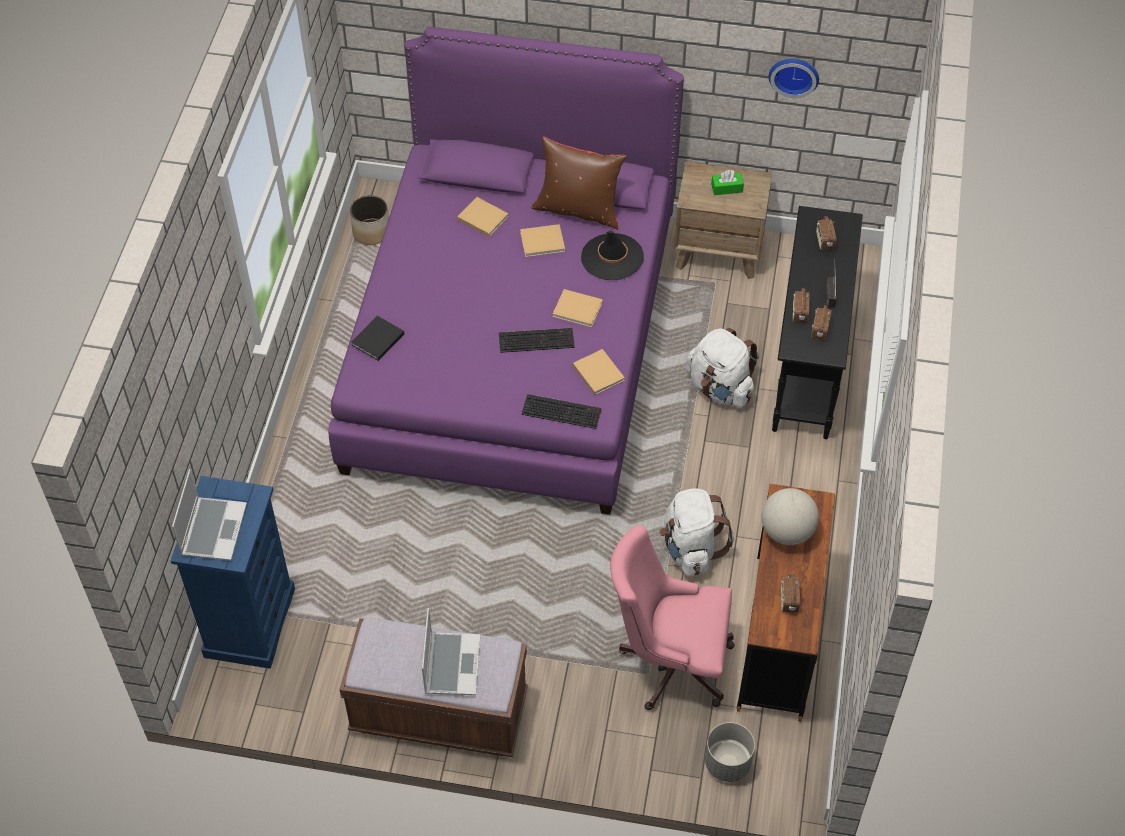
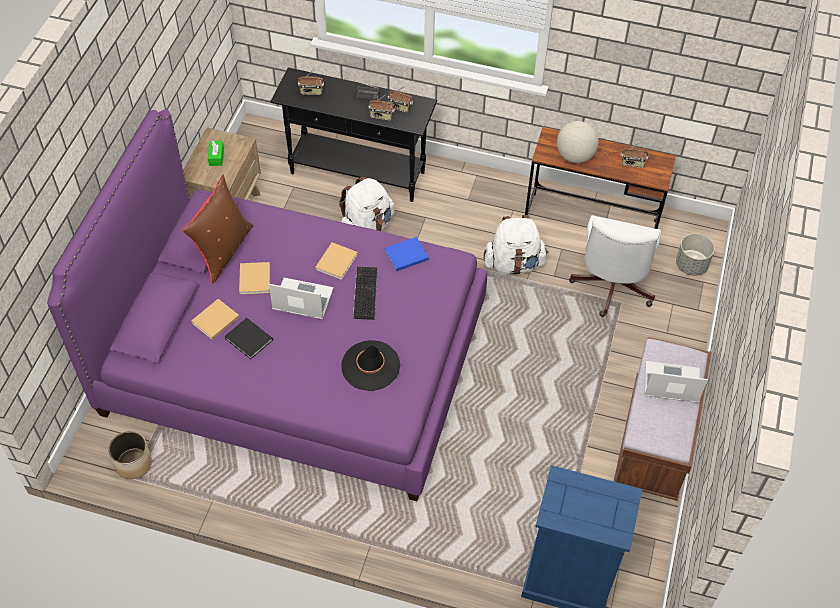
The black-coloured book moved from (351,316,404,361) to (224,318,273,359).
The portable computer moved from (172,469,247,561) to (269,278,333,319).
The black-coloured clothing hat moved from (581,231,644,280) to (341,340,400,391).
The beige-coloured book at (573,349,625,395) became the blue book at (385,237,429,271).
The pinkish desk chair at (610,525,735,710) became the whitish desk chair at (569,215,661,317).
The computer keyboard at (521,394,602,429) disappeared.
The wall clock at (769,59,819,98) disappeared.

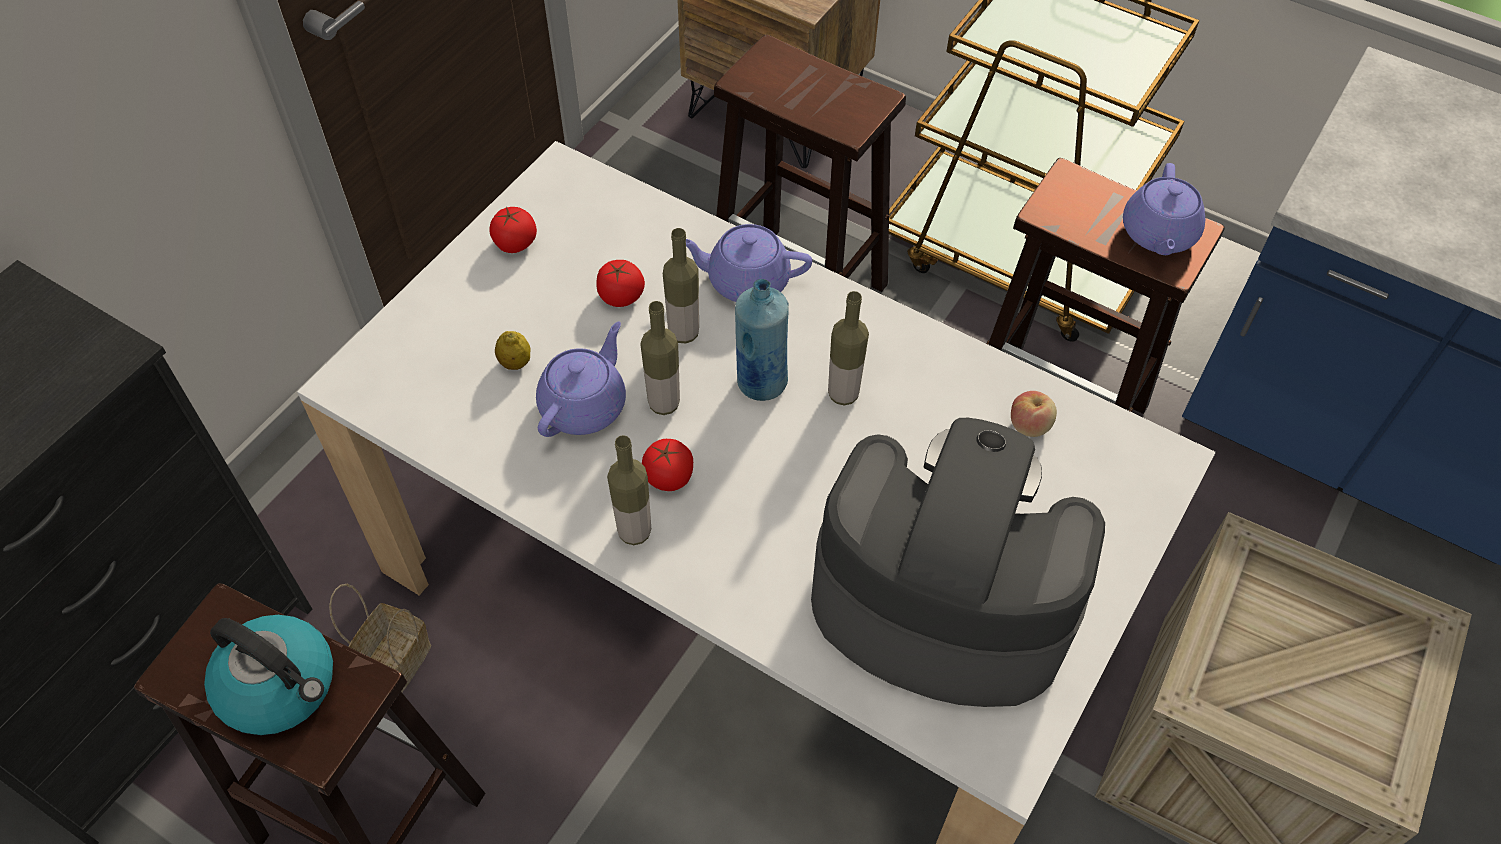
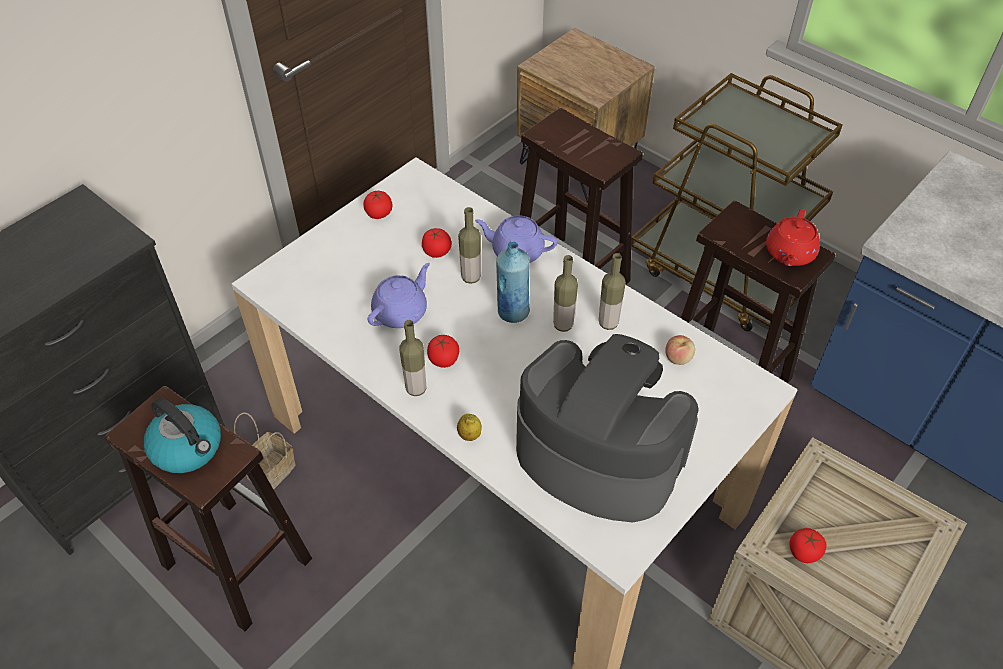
The whole lemon moved from (495,331,531,370) to (457,414,482,441).
The bottle moved from (640,301,680,415) to (599,253,626,330).
The purple-coloured pot for tea at (1123,163,1205,255) became the red-coloured pot for tea at (766,209,820,266).
The tomato at (789,528,826,563) appeared.

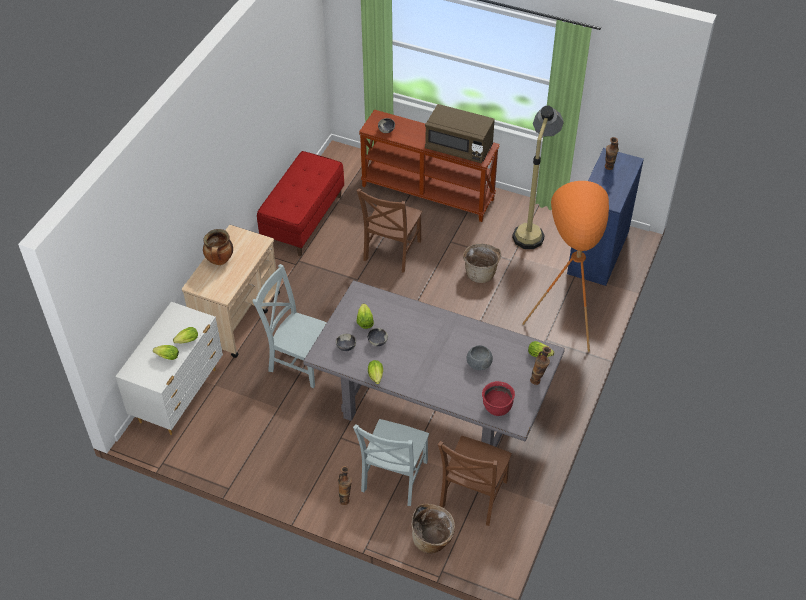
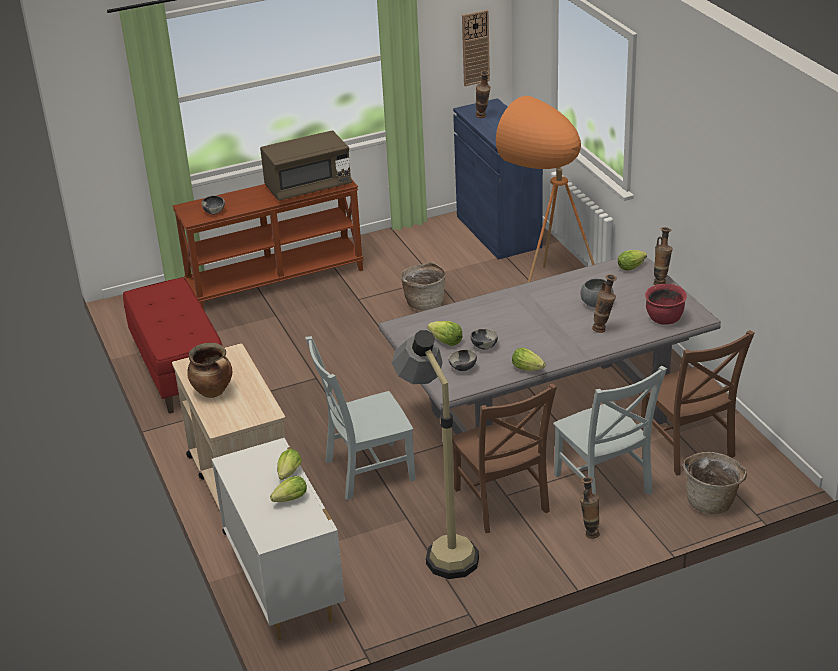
The standing lamp moved from (512,105,564,249) to (392,330,479,579).
The brown upright chair moved from (357,188,422,273) to (452,384,557,533).
The wall clock at (462,10,490,86) appeared.
The decorative vase at (592,274,617,333) appeared.

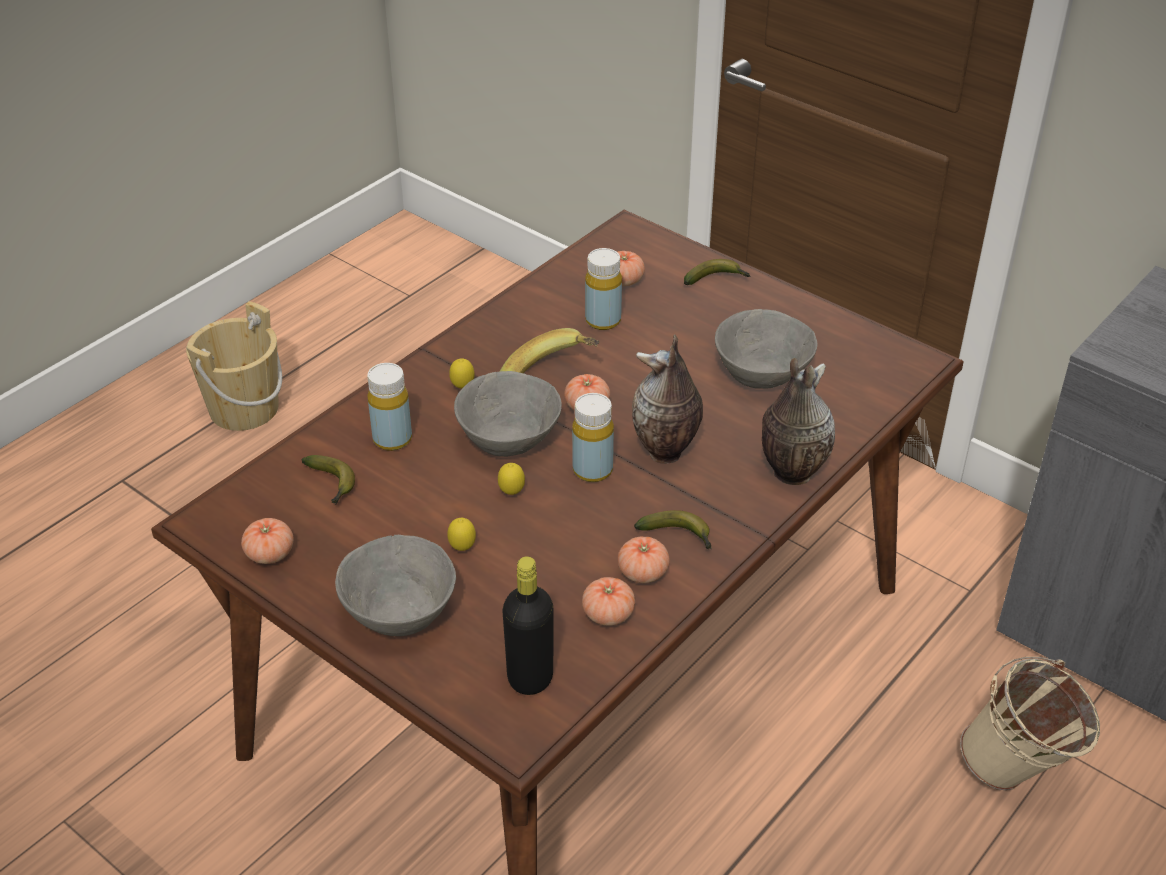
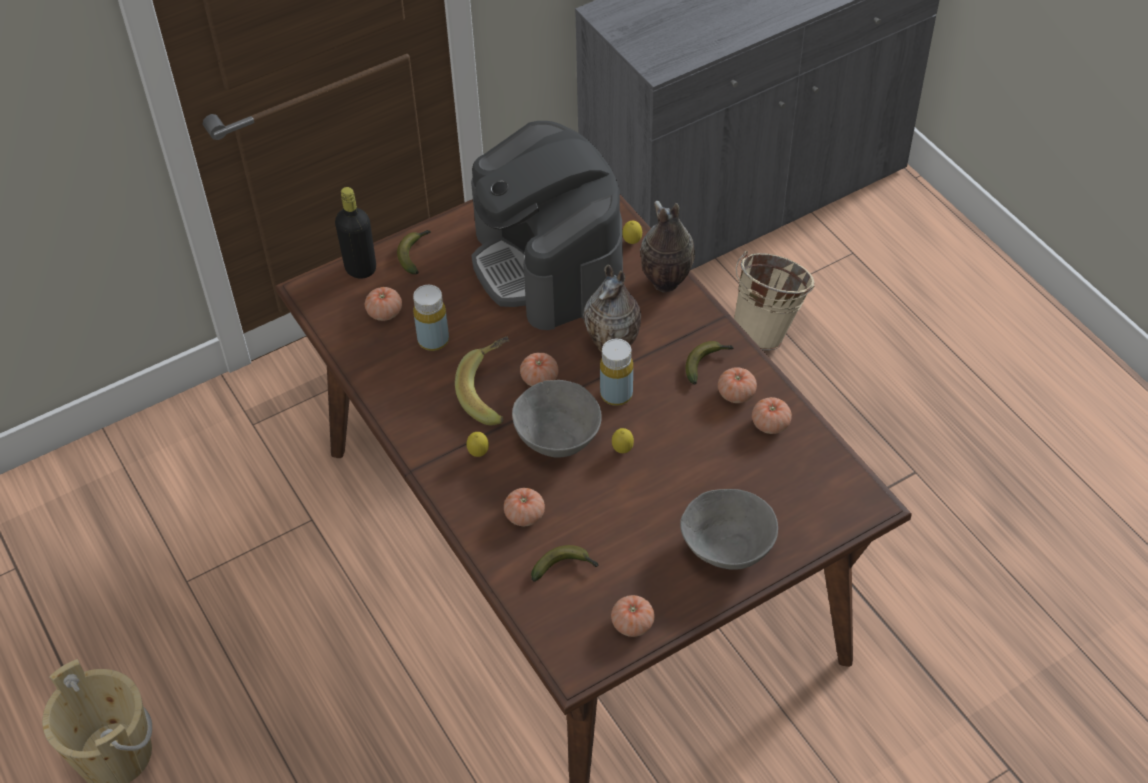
The black-coloured bottle moved from (503,556,553,695) to (335,187,376,279).
The grey serving bowl at (715,309,817,389) was replaced by the coffee brewer at (471,121,623,330).
The yellow-coloured bottle at (367,363,412,451) was replaced by the tomato at (504,488,545,526).
The whole lemon moved from (447,518,476,551) to (622,221,642,244).

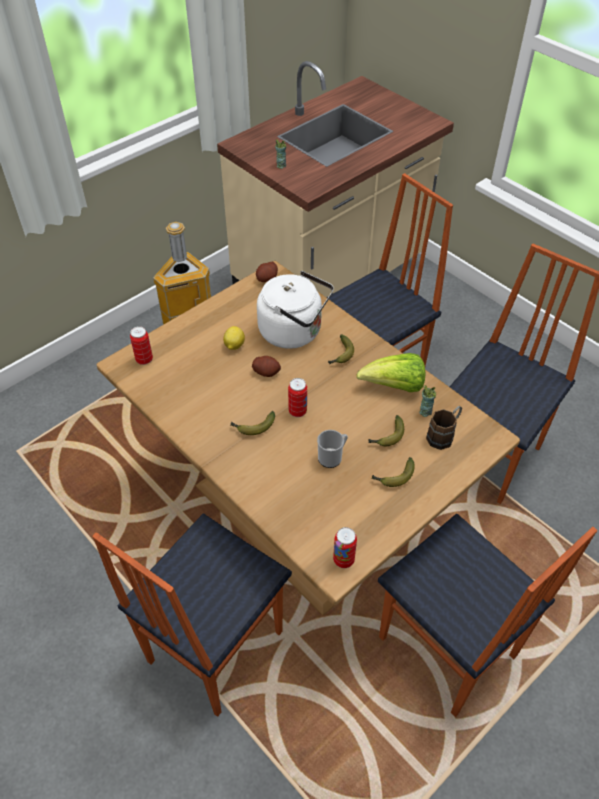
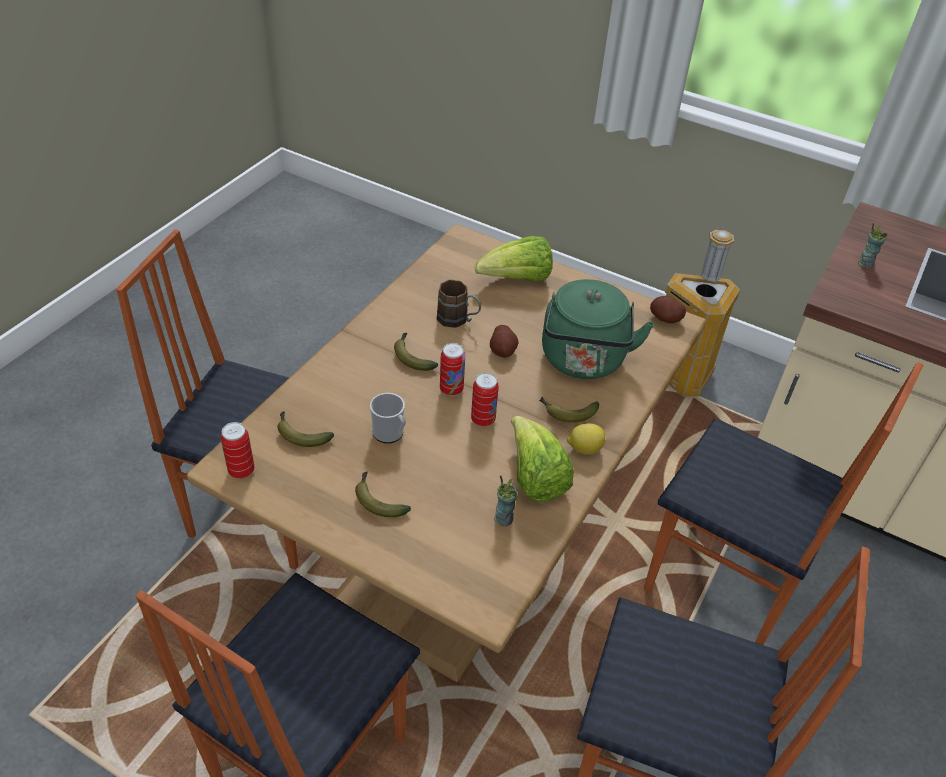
The banana fruit moved from (368,415,404,446) to (277,411,334,447).
The brown coffee mug moved from (426,406,462,450) to (437,280,481,328).
The metal can moved from (130,326,153,365) to (471,373,499,427).
The lettuce at (475,236,553,282) appeared.
The whitish water kettle at (257,271,334,349) became the green water kettle at (542,279,654,379).
The whole lemon moved from (223,326,245,350) to (567,423,605,455).

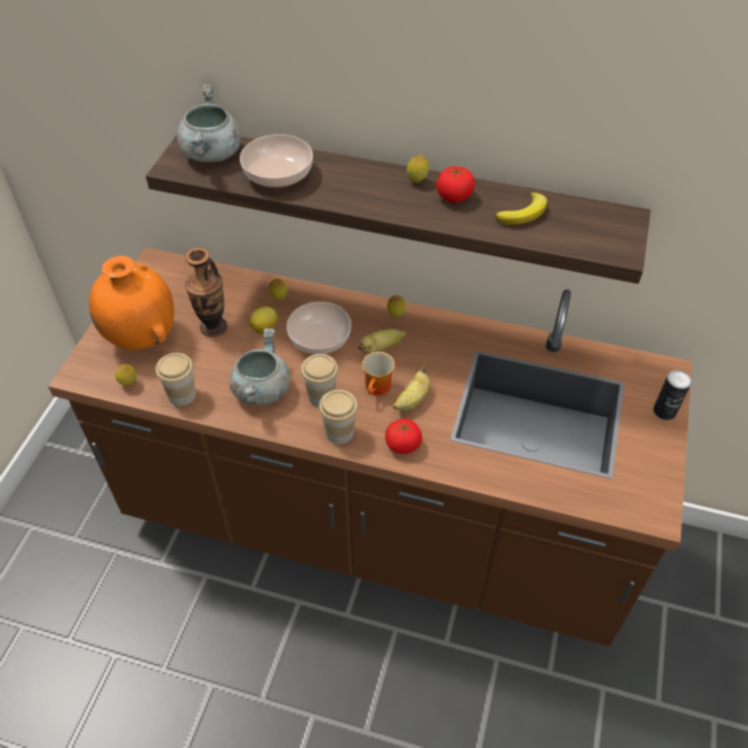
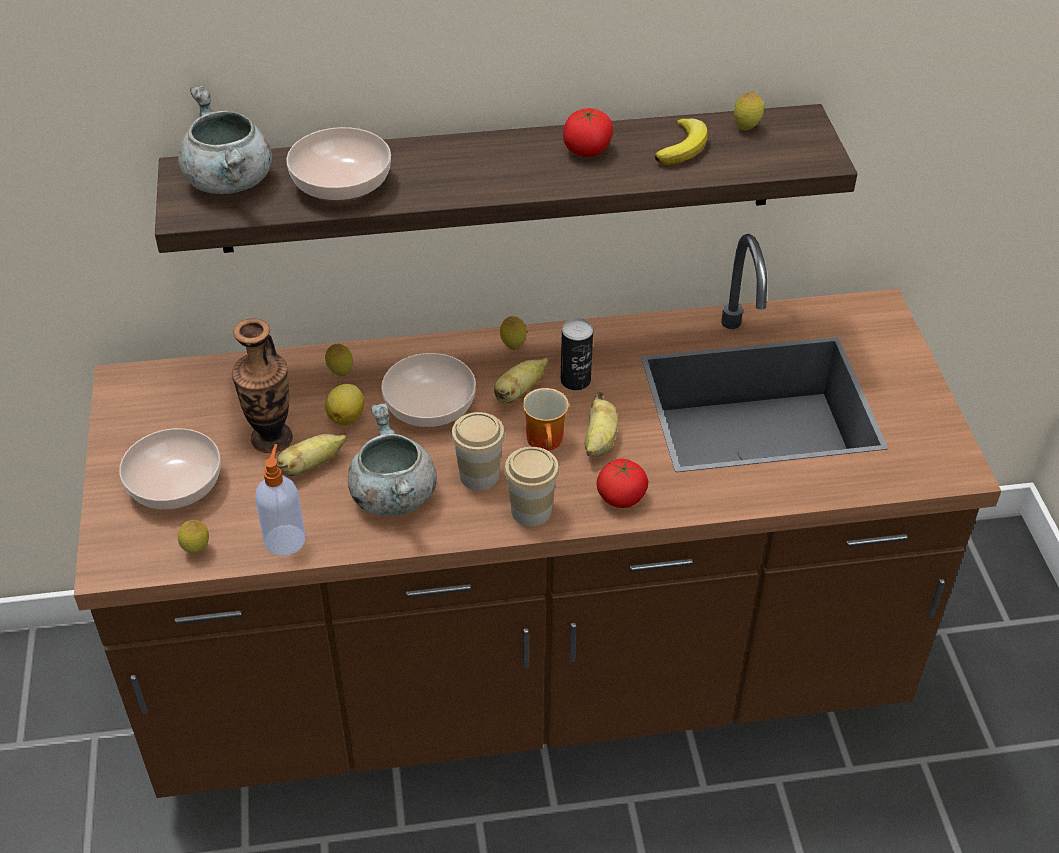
The orangey decorative vase at (89,256,174,350) was replaced by the serving bowl at (119,428,221,509).
The cup at (156,353,196,406) was replaced by the liquid soap bottle at (255,444,305,556).
The banana fruit at (277,434,347,476) appeared.
The metal can moved from (653,370,692,420) to (561,319,593,390).
The whole lemon moved from (407,155,429,183) to (734,91,764,131).

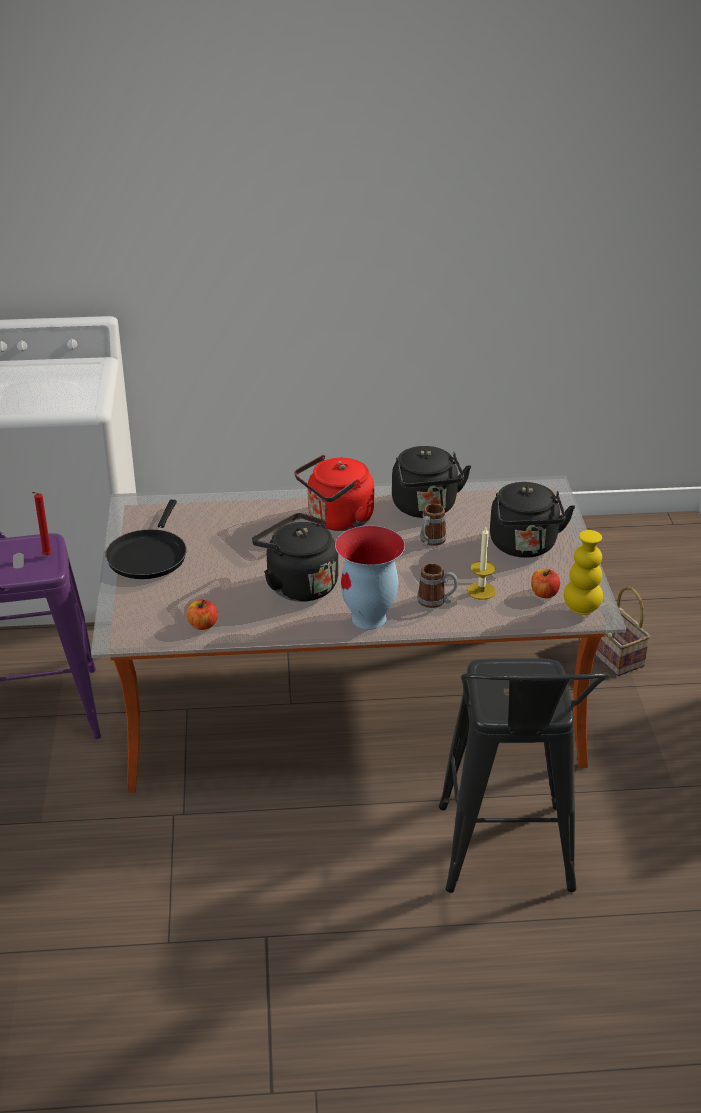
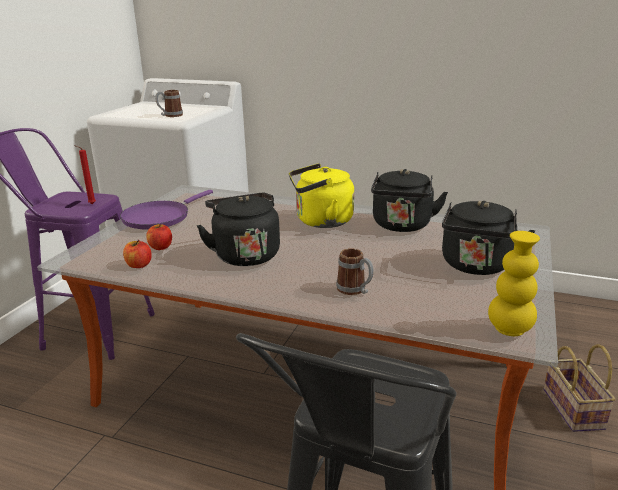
The black-coloured skillet at (105,499,187,579) became the purple-coloured skillet at (120,190,213,230).
The apple moved from (531,569,560,598) to (146,224,172,250).
The coffee mug moved from (420,504,447,546) to (155,90,183,117).
The red-coloured water kettle at (294,455,374,531) became the yellow-coloured water kettle at (289,163,354,228).
The decorative vase at (335,526,405,629) disappeared.
The wax light at (467,527,496,600) disappeared.

